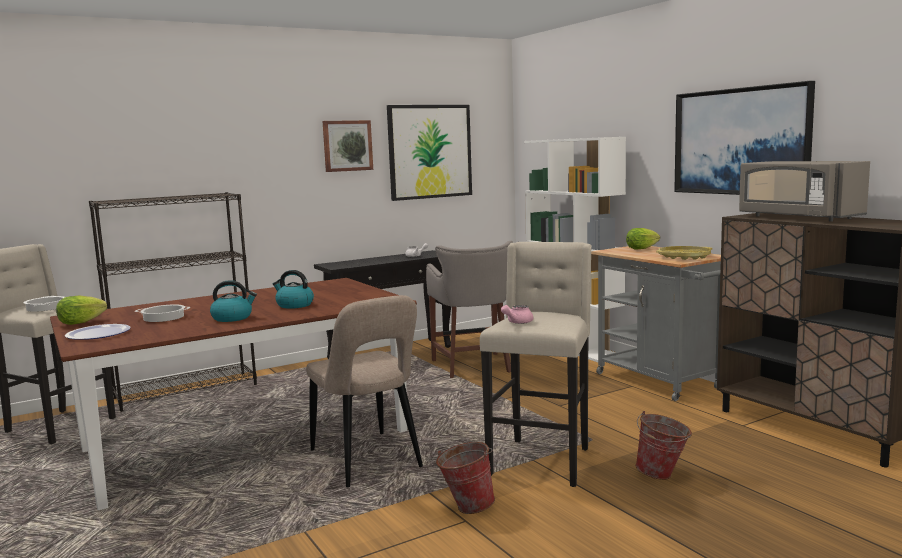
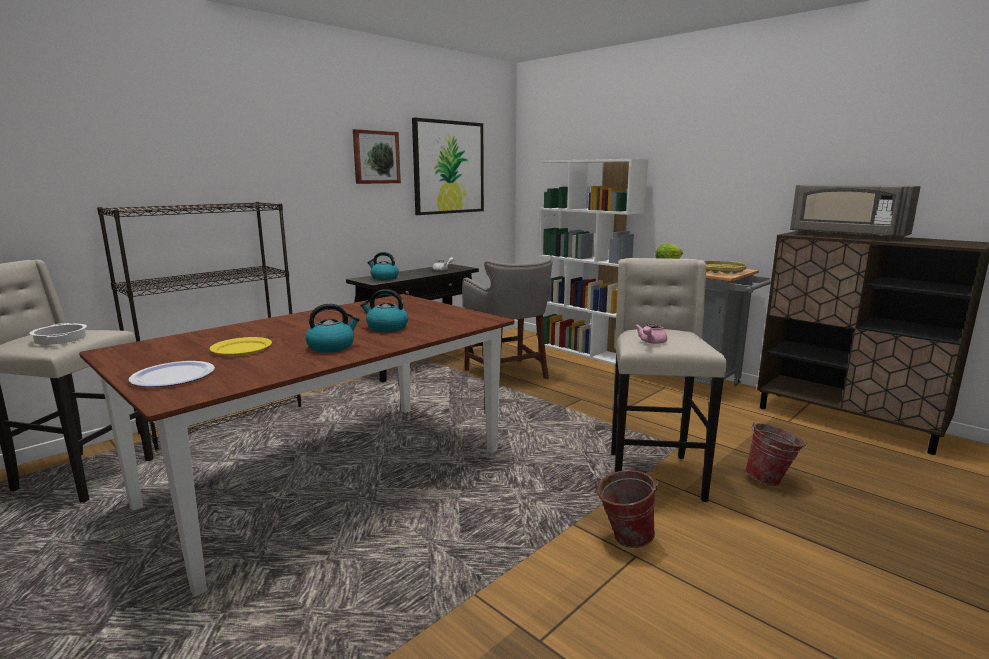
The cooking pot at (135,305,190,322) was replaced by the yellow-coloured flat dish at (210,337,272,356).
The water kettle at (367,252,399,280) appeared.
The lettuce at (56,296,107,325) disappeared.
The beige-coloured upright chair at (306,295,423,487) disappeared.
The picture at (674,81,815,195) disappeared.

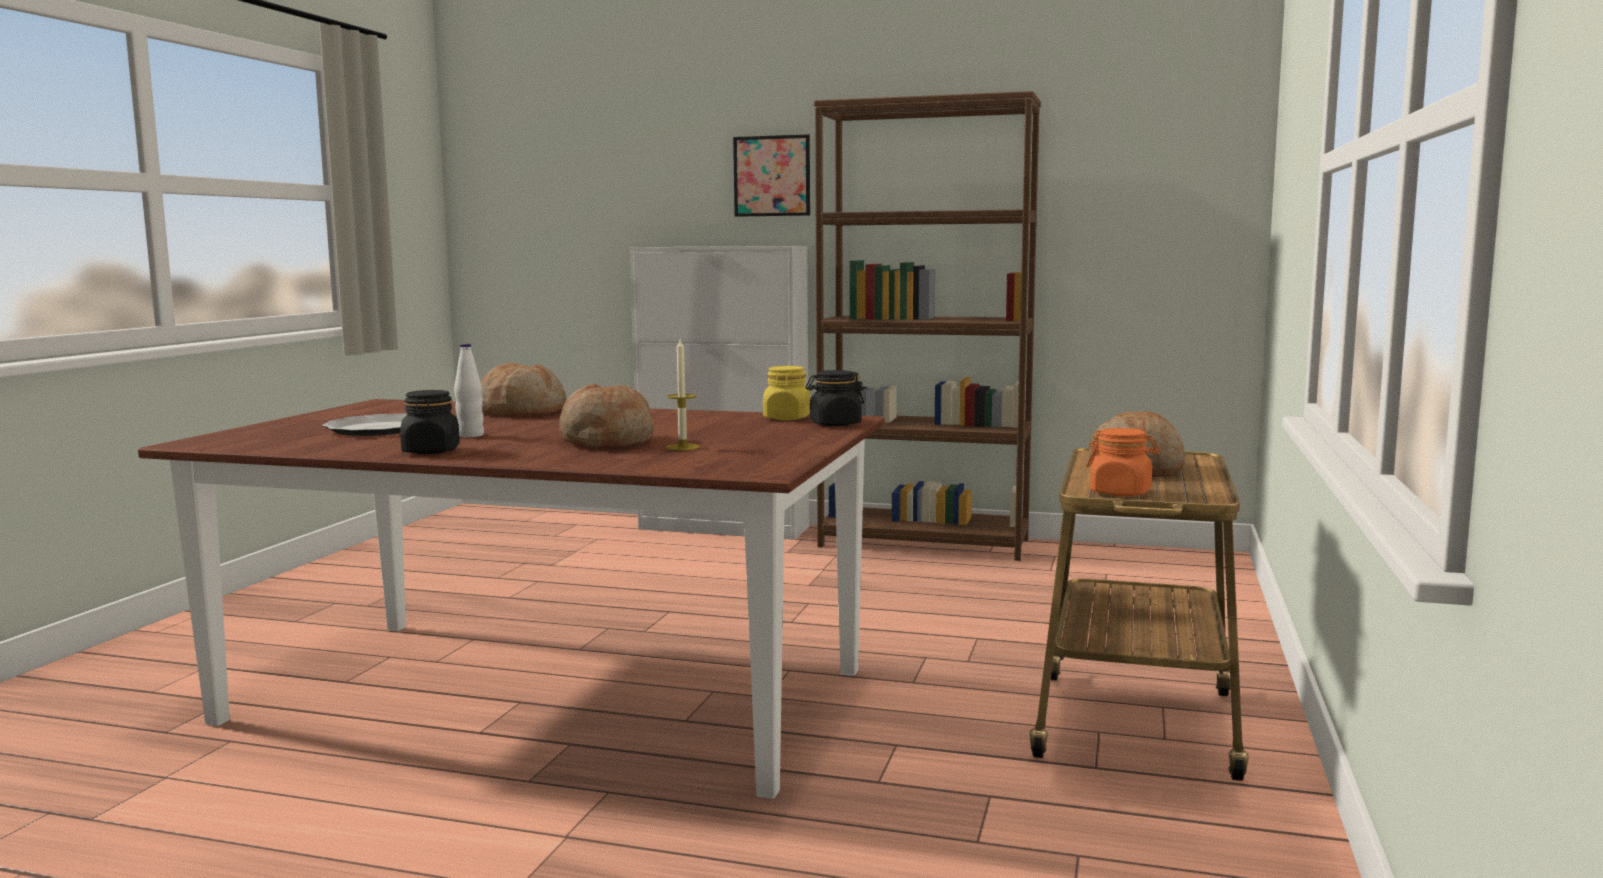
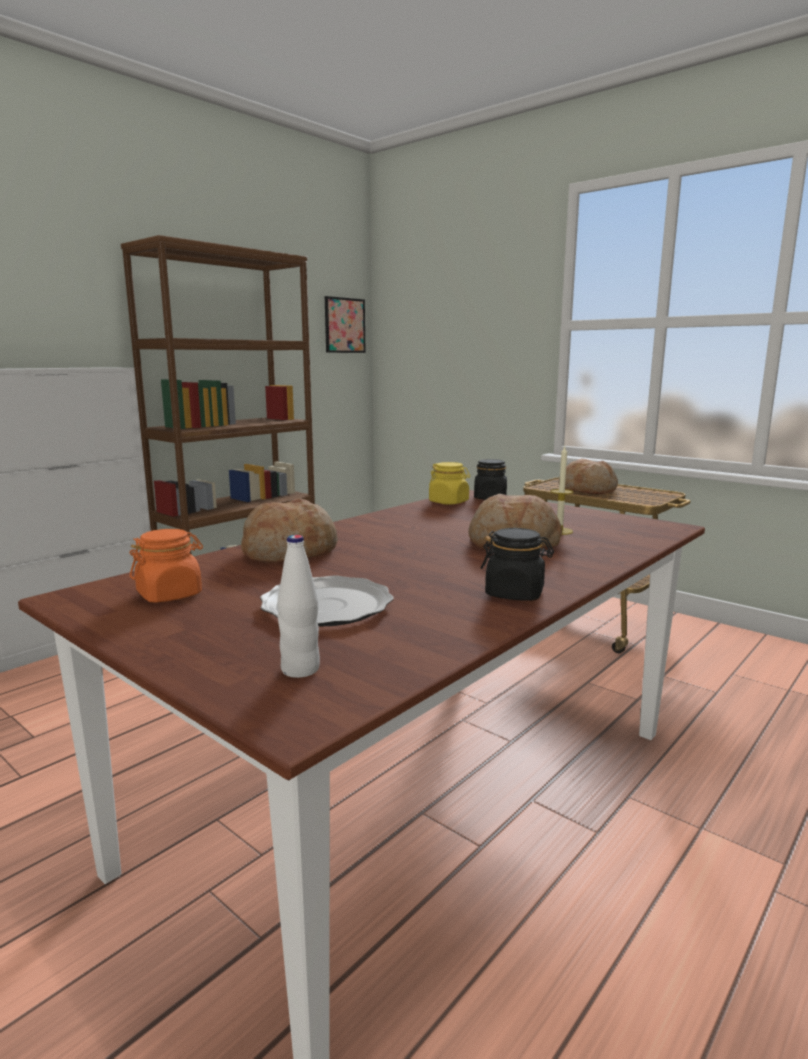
The orangey preserve jar moved from (1086,428,1160,496) to (130,529,203,603).
The whitish bottle moved from (454,344,484,437) to (277,535,320,678).
The picture moved from (733,134,810,217) to (325,296,366,353).

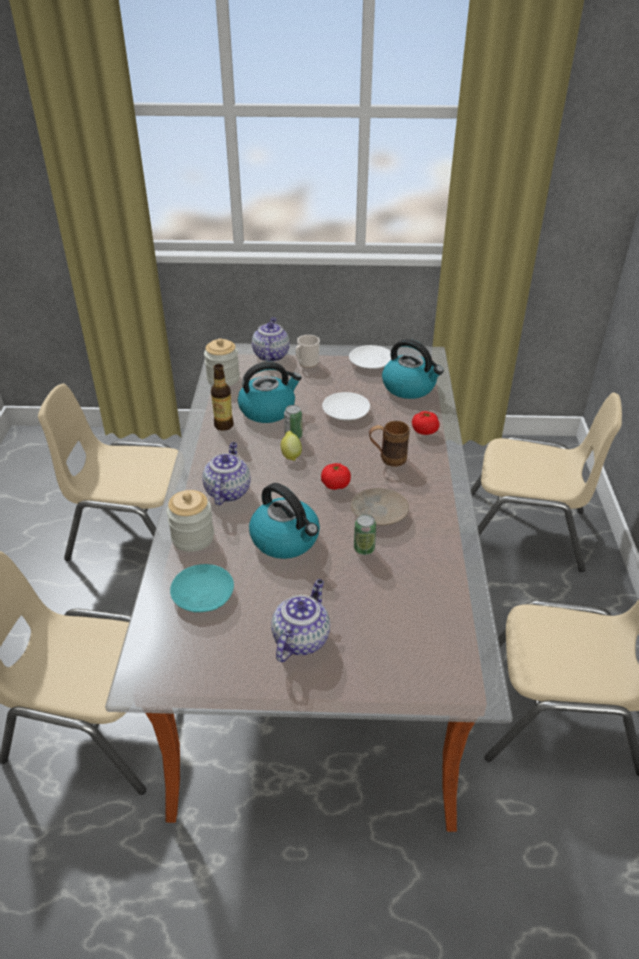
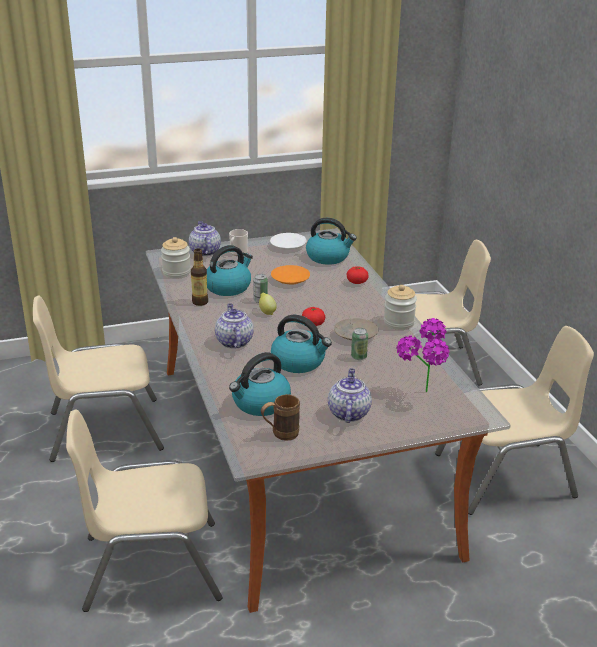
The turquoise flat dish at (170,564,234,613) was replaced by the water kettle at (229,352,291,416).
The brown coffee mug moved from (369,421,410,467) to (261,394,300,441).
The whitish flat dish at (322,392,370,421) became the orangey flat dish at (271,265,310,285).
The preserve jar moved from (166,490,214,552) to (384,285,417,330).
The plant in a pot at (396,318,450,392) appeared.

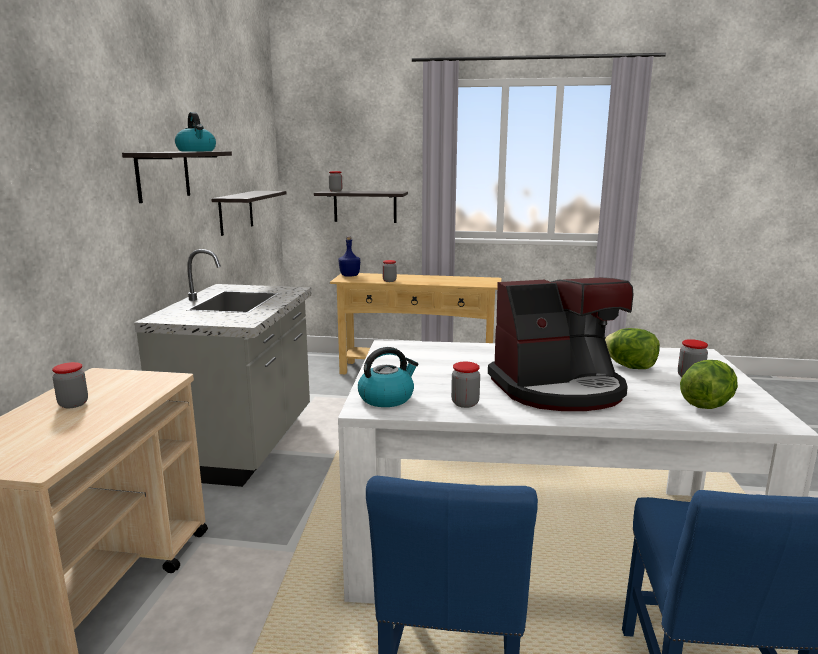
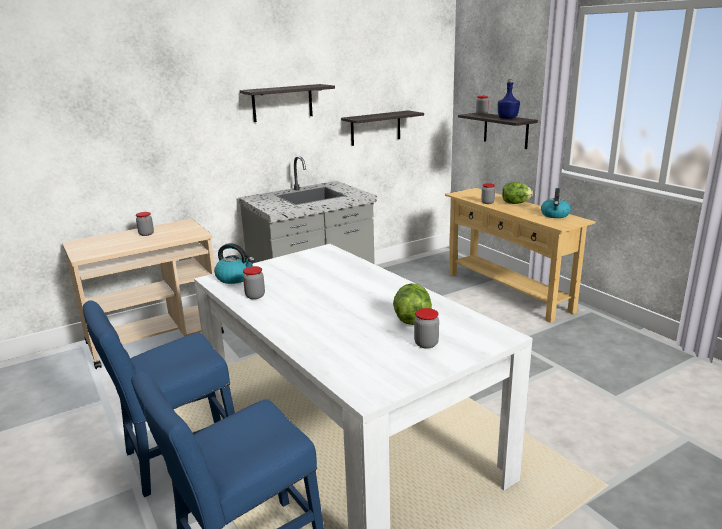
The blue bottle moved from (339,236,360,277) to (498,79,520,119).
The lettuce moved from (680,360,738,409) to (502,182,533,204).
The water kettle moved from (175,112,216,151) to (541,188,571,218).
The coffee brewer at (488,277,633,411) disappeared.

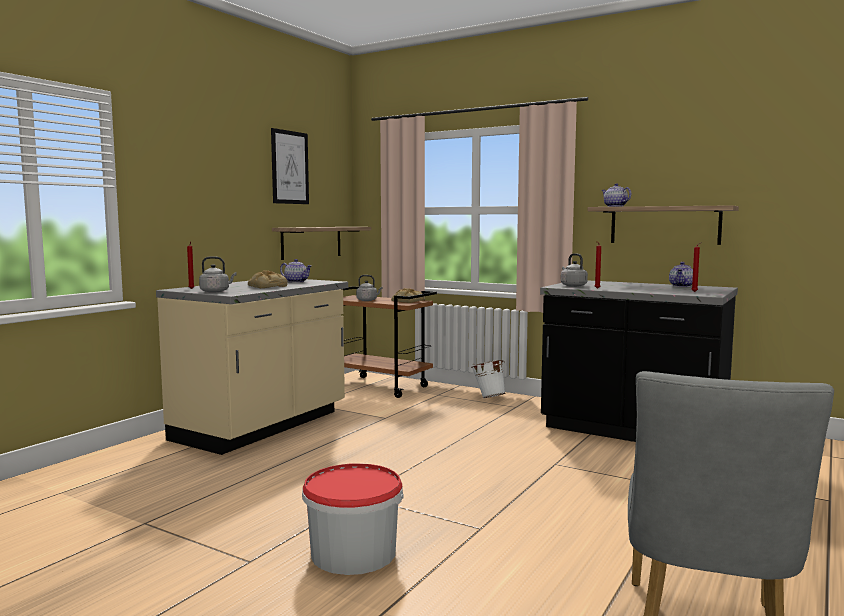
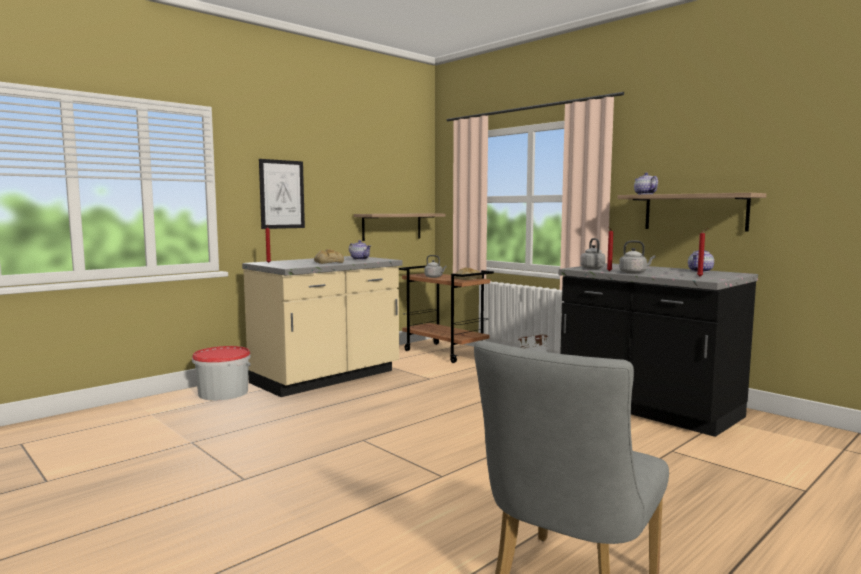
The pail moved from (302,463,404,575) to (192,346,251,401).
The picture moved from (271,128,309,204) to (259,159,305,229).
The grey water kettle moved from (199,256,236,292) to (619,241,655,274).

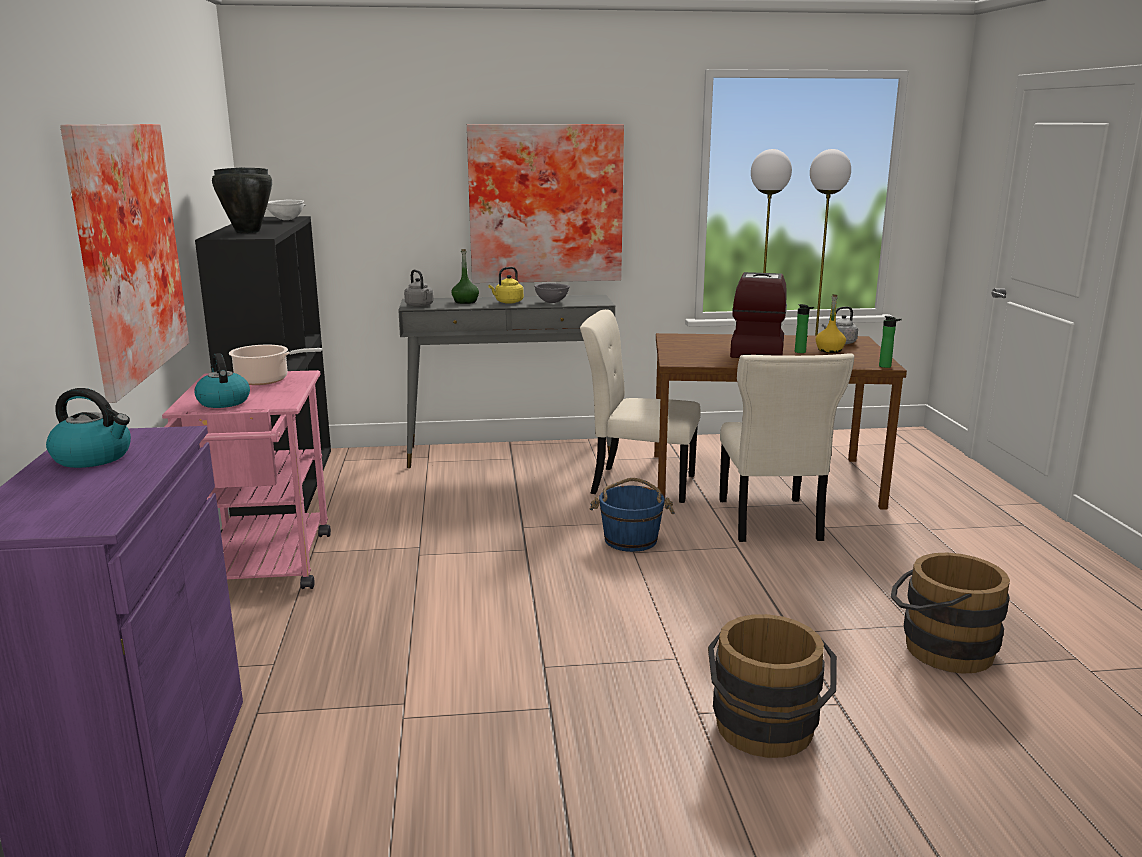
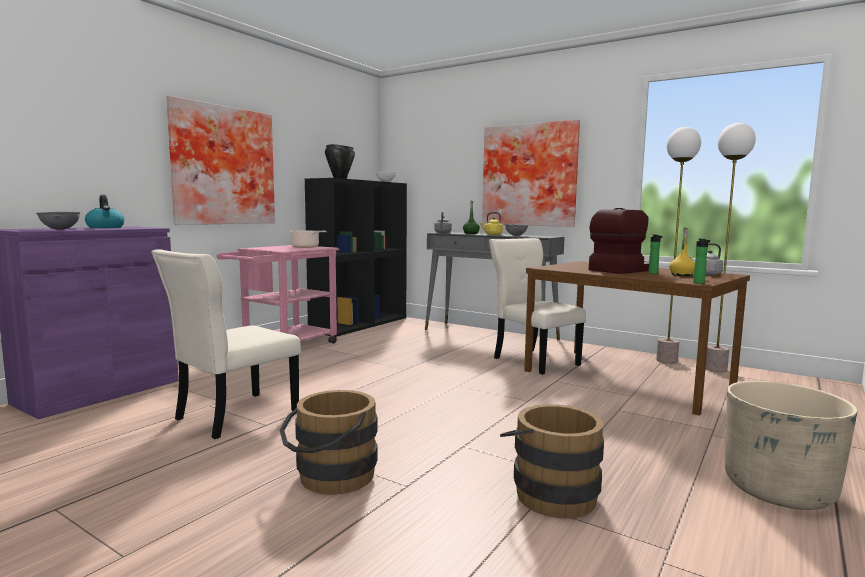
The grey serving bowl at (36,212,81,230) appeared.
The beige-coloured upright chair moved from (719,353,854,542) to (151,249,301,439).
The beige-coloured flower pot at (725,381,858,510) appeared.
The water kettle at (195,353,250,408) disappeared.
The blue pail at (590,478,675,552) disappeared.

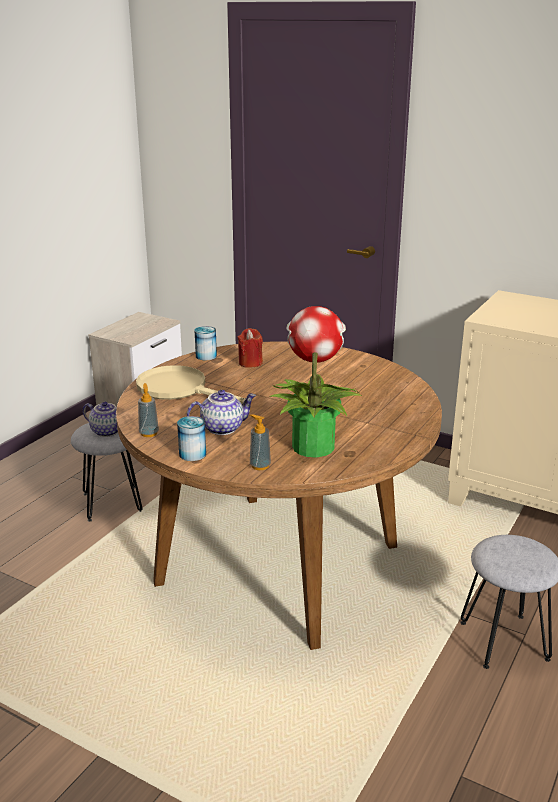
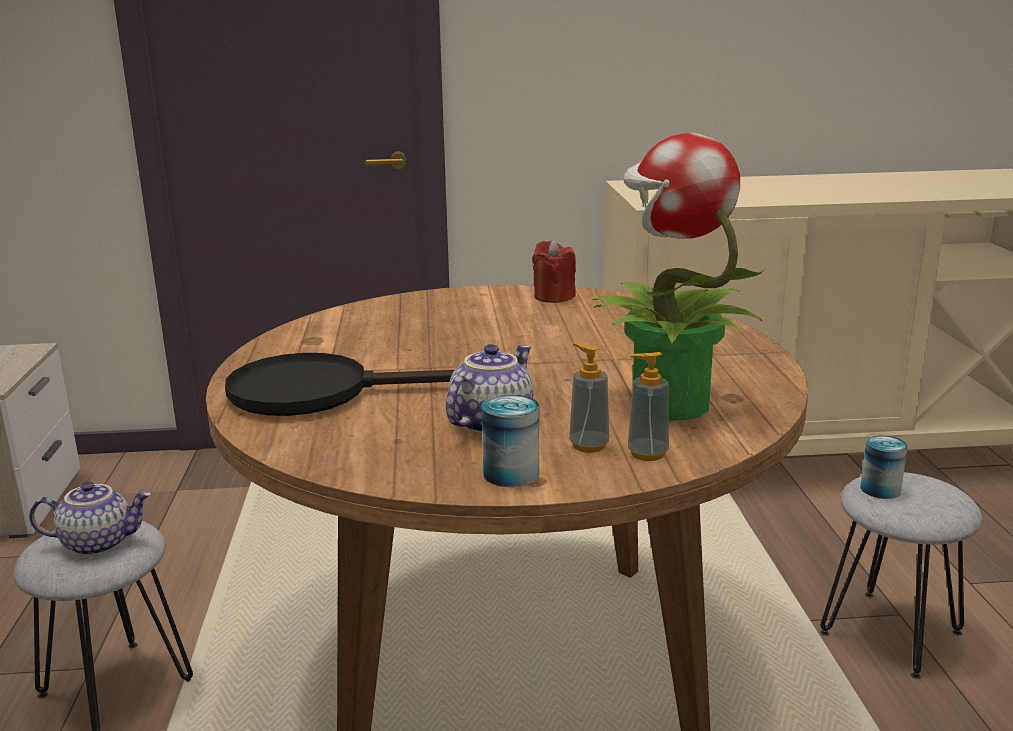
The beige-coloured skillet at (136,365,246,404) became the black-coloured skillet at (225,353,455,416).
The red-coloured wax light moved from (238,328,263,368) to (532,240,576,303).
The liquid soap bottle moved from (138,383,159,437) to (569,343,609,453).
The metal can moved from (195,326,217,360) to (860,435,908,499).

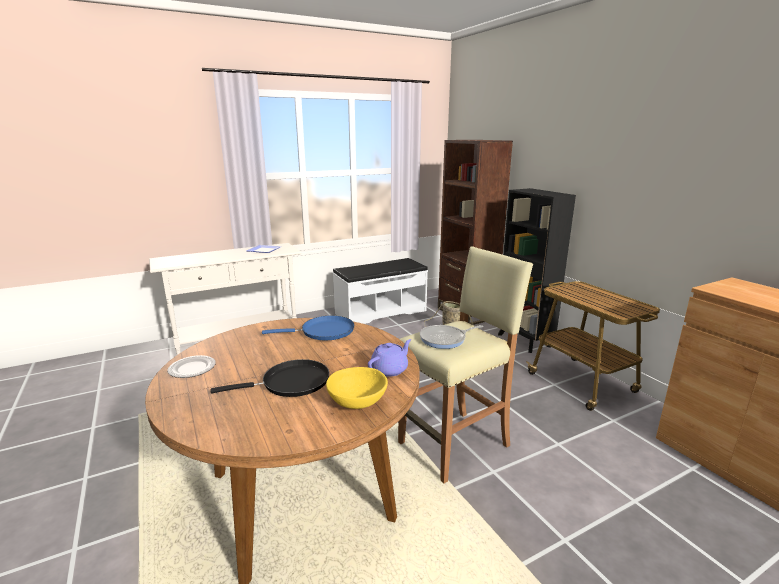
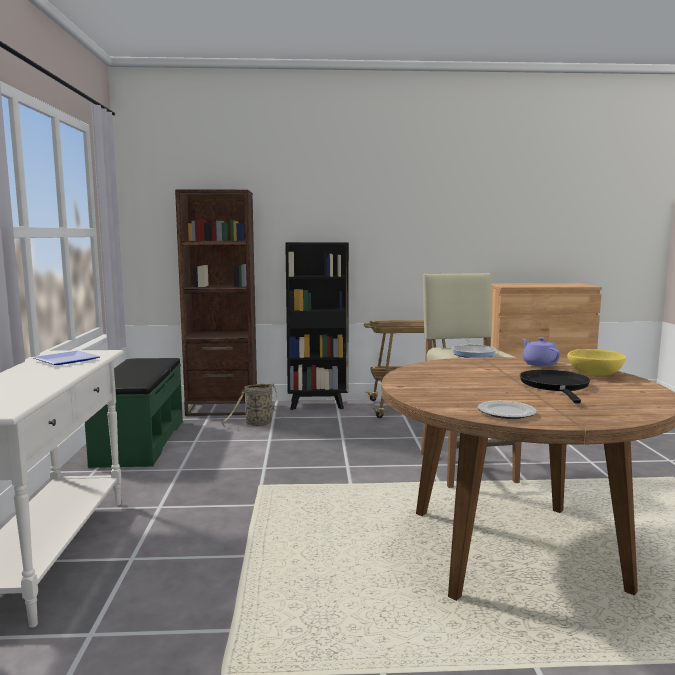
The whitish long seat at (333,258,428,324) became the green long seat at (85,358,183,468).
The blue skillet at (262,316,354,340) disappeared.

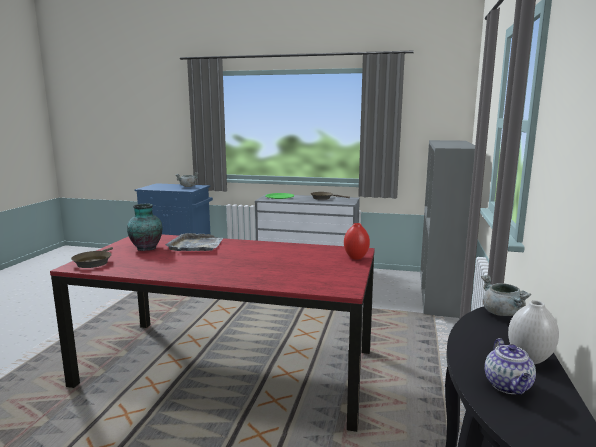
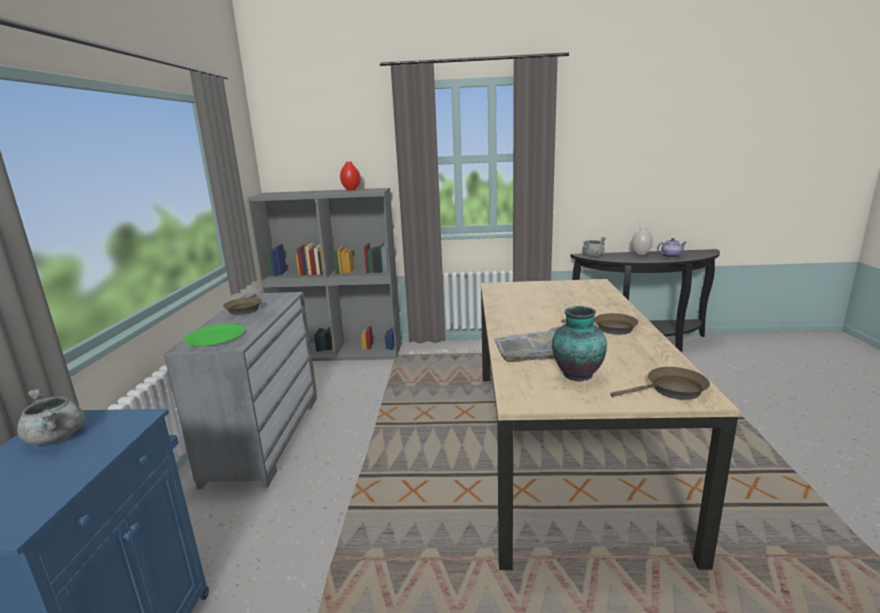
The red-coloured decorative vase moved from (344,223,370,260) to (340,161,361,191).
The red-coloured dining table at (50,234,375,432) became the beige-coloured dining table at (481,279,740,570).
The brown skillet at (561,313,639,335) appeared.

